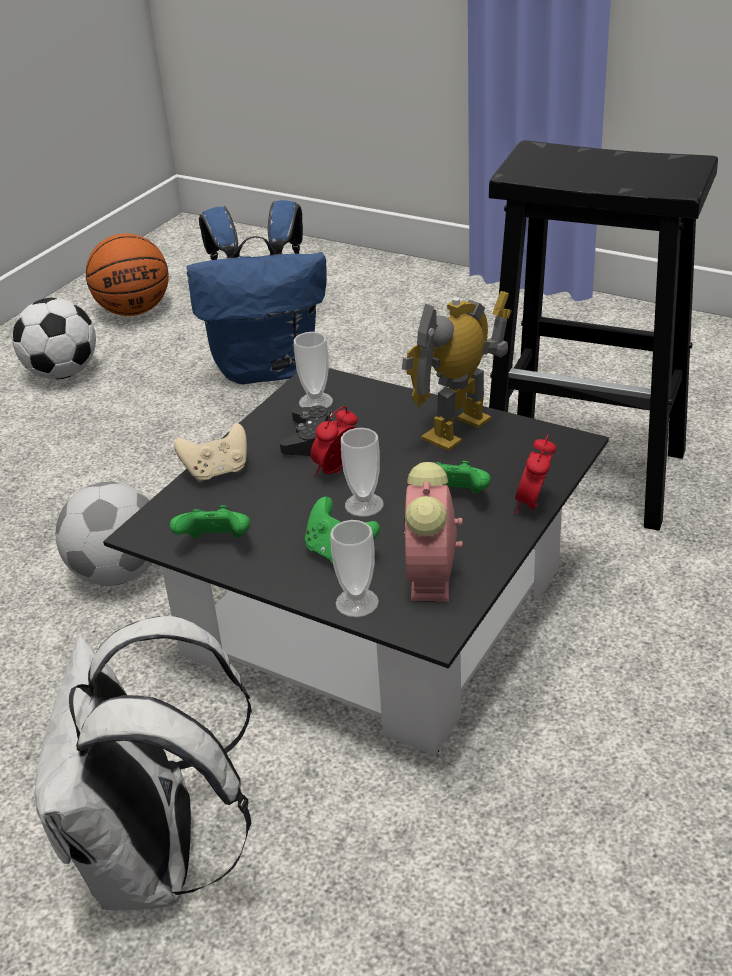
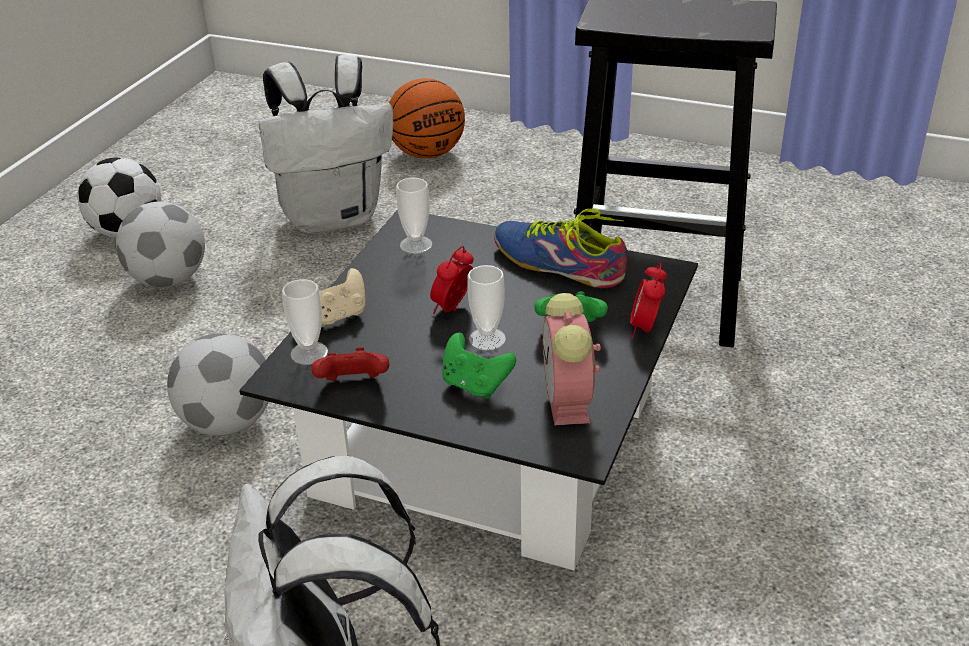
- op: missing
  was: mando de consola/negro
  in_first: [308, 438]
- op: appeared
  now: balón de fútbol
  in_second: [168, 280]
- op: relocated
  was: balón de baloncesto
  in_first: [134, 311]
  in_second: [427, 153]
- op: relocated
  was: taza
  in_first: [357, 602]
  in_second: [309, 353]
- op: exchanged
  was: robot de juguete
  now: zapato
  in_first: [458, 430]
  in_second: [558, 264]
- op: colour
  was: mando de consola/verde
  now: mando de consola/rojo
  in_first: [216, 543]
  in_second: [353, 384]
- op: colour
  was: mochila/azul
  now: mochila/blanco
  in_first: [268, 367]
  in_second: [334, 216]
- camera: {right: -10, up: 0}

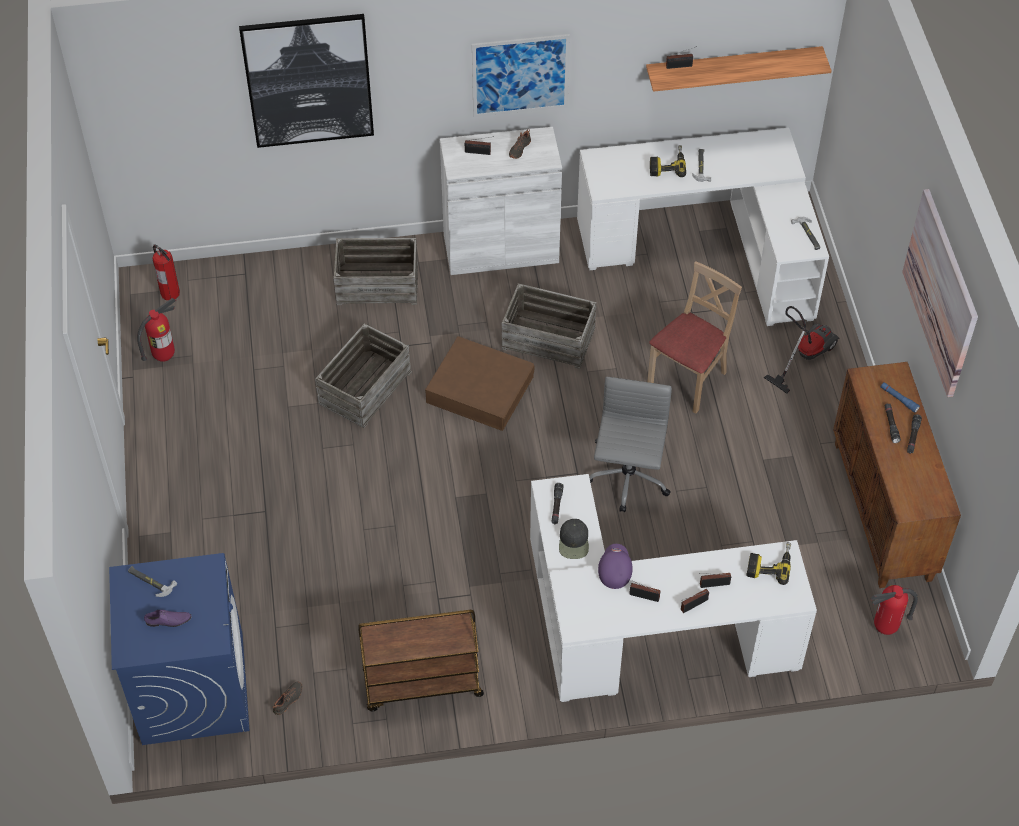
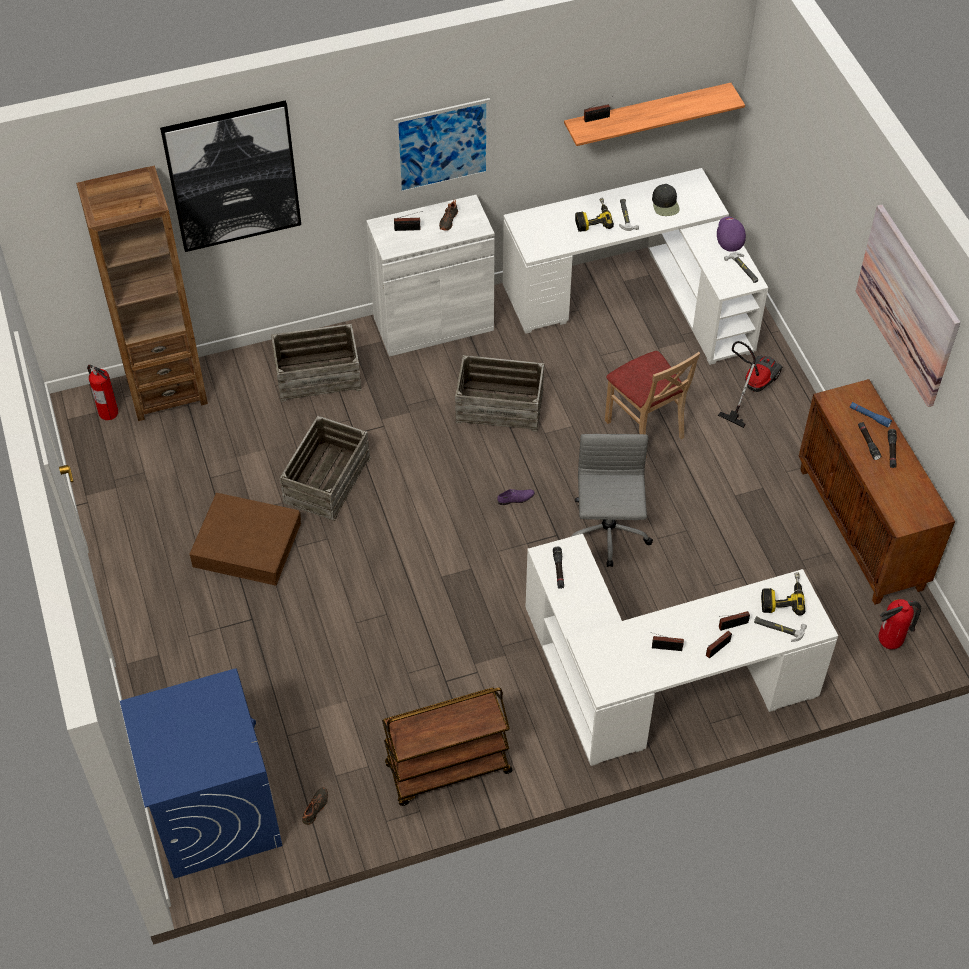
- op: missing
  was: extintor
  in_first: [164, 356]
- op: appeared
  now: estantería/marrón
  in_second: [166, 390]
- op: relocated
  was: martillo
  in_first: [150, 581]
  in_second: [778, 628]
- op: relocated
  was: zapato/morado
  in_first: [168, 621]
  in_second: [516, 499]
- op: relocated
  was: caja de almacenaje/marrón
  in_first: [480, 389]
  in_second: [247, 544]
- op: relocated
  was: gorra/negro
  in_first: [574, 542]
  in_second: [665, 204]
- op: relocated
  was: gorra/morado
  in_first: [614, 570]
  in_second: [729, 238]
- op: spun
  was: silla/beis
  in_first: [688, 380]
  in_second: [645, 427]
  clockwise: 120
- camera: {right: -10, up: 0}

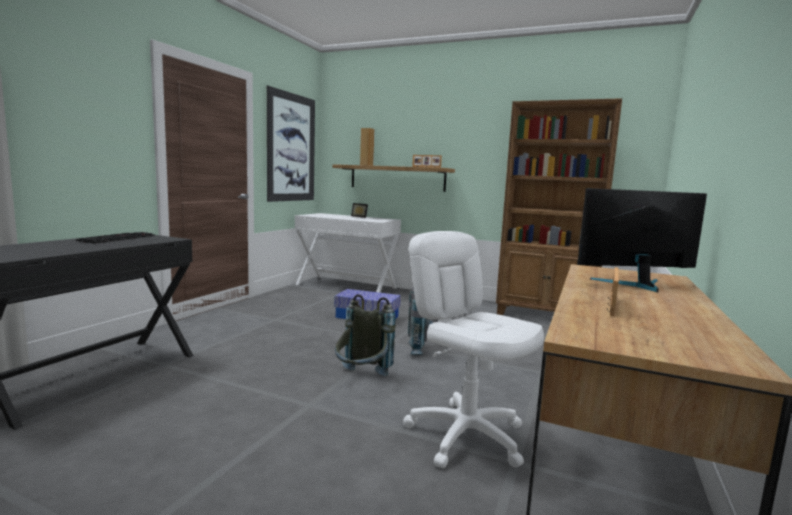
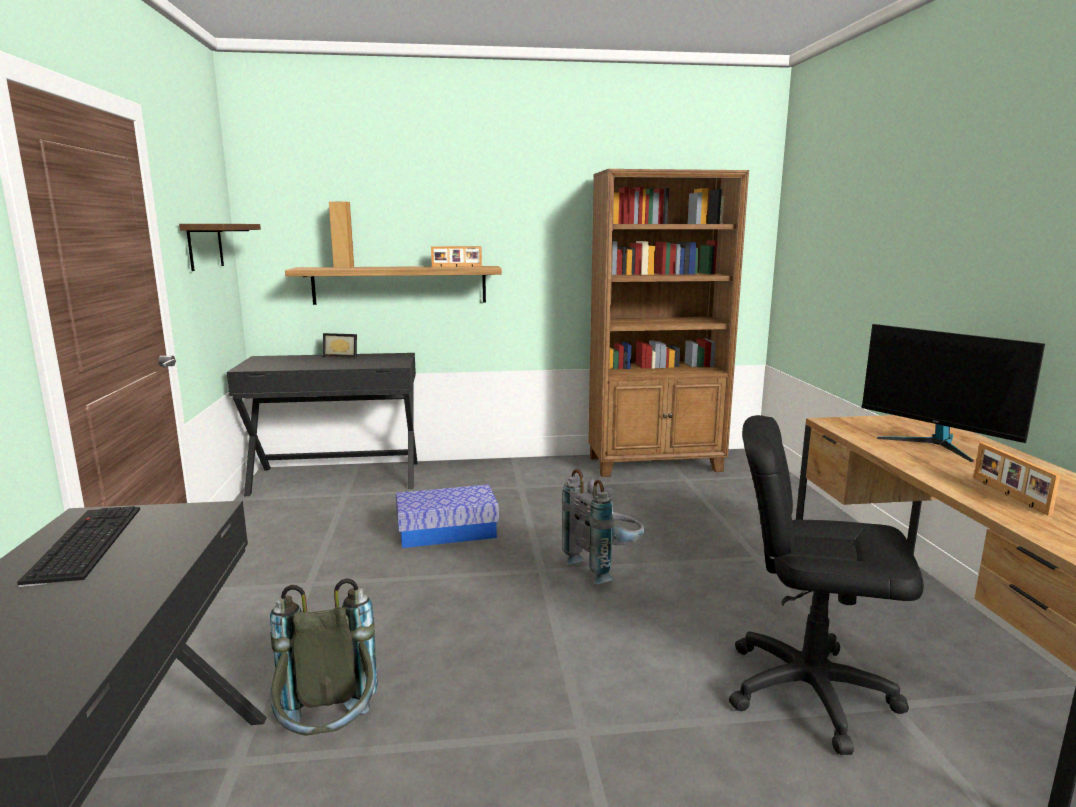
- op: relocated
  was: mochila/gris
  in_first: [362, 379]
  in_second: [329, 737]
- op: exchanged
  was: cuadro
  now: estante
  in_first: [291, 148]
  in_second: [205, 246]
- op: colour
  was: escritorio/blanco
  now: escritorio/negro
  in_first: [346, 286]
  in_second: [337, 477]
- op: colour
  was: silla de oficina/blanco
  now: silla de oficina/negro
  in_first: [466, 435]
  in_second: [808, 691]
- op: spun
  was: monitor
  in_first: [636, 284]
  in_second: [936, 444]
  clockwise: -90
- camera: {right: -30, up: 5}

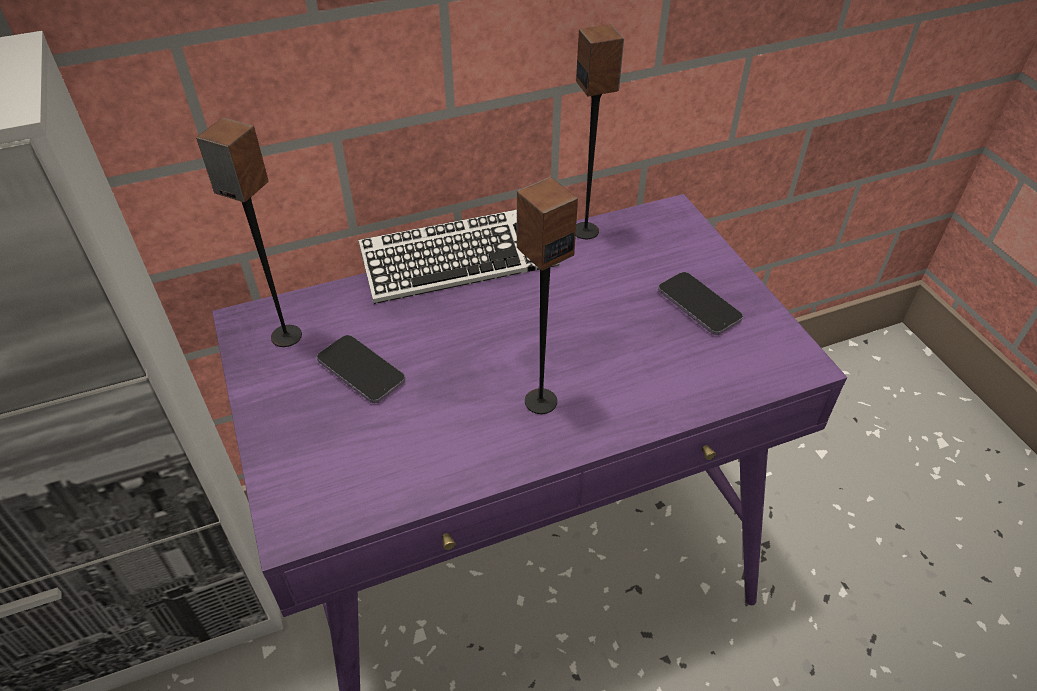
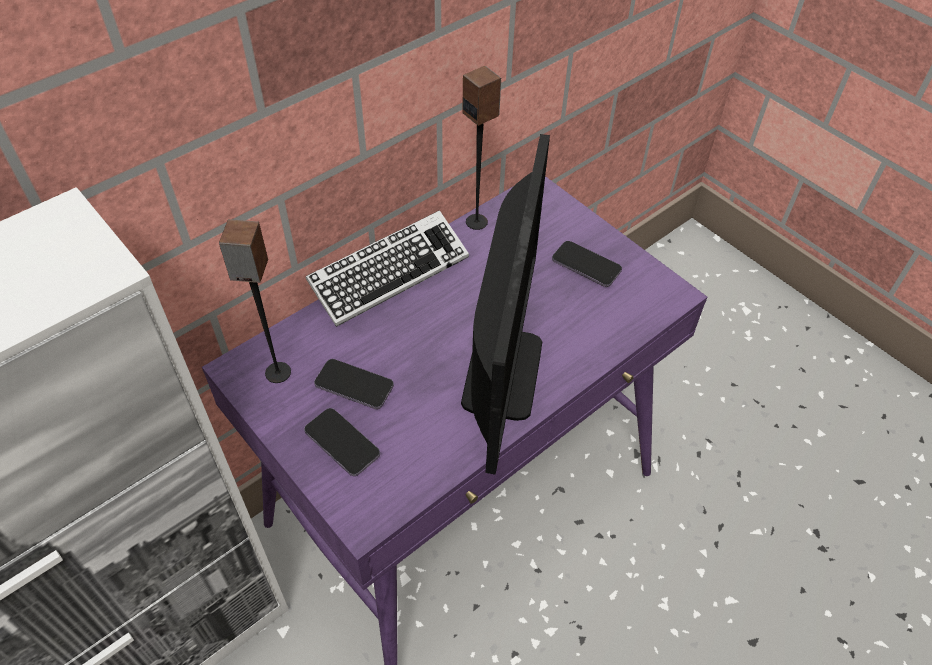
- op: appeared
  now: móvil
  in_second: [342, 443]
- op: exchanged
  was: altavoz
  now: monitor
  in_first: [540, 401]
  in_second: [502, 372]
- camera: {right: -20, up: 5}

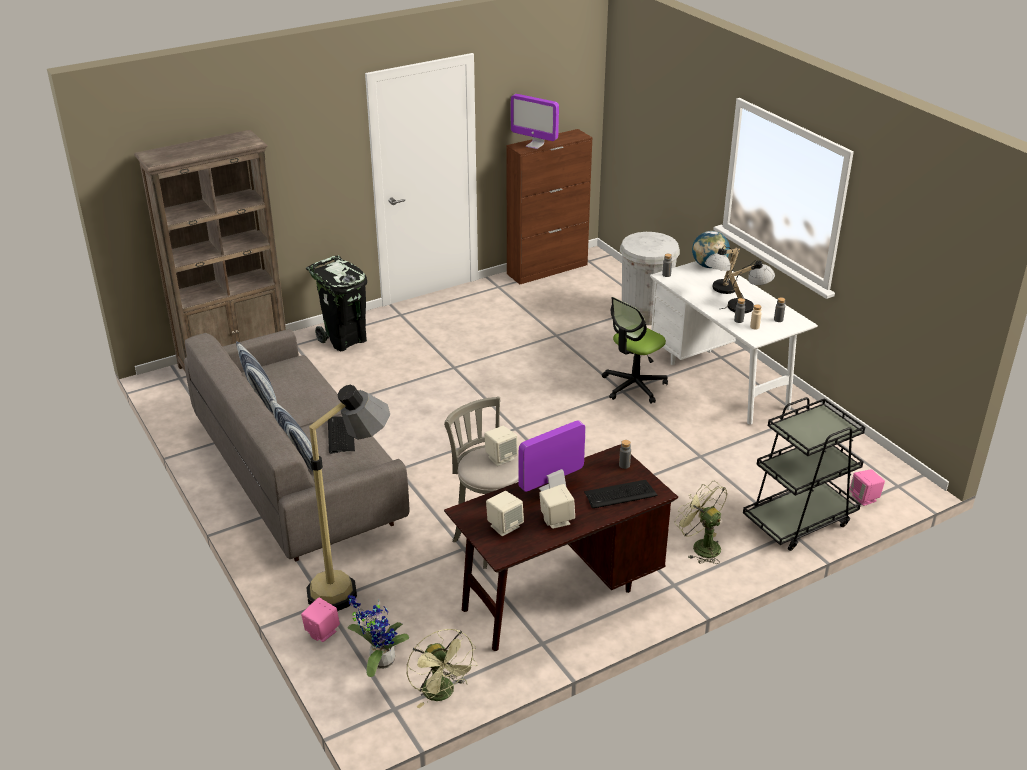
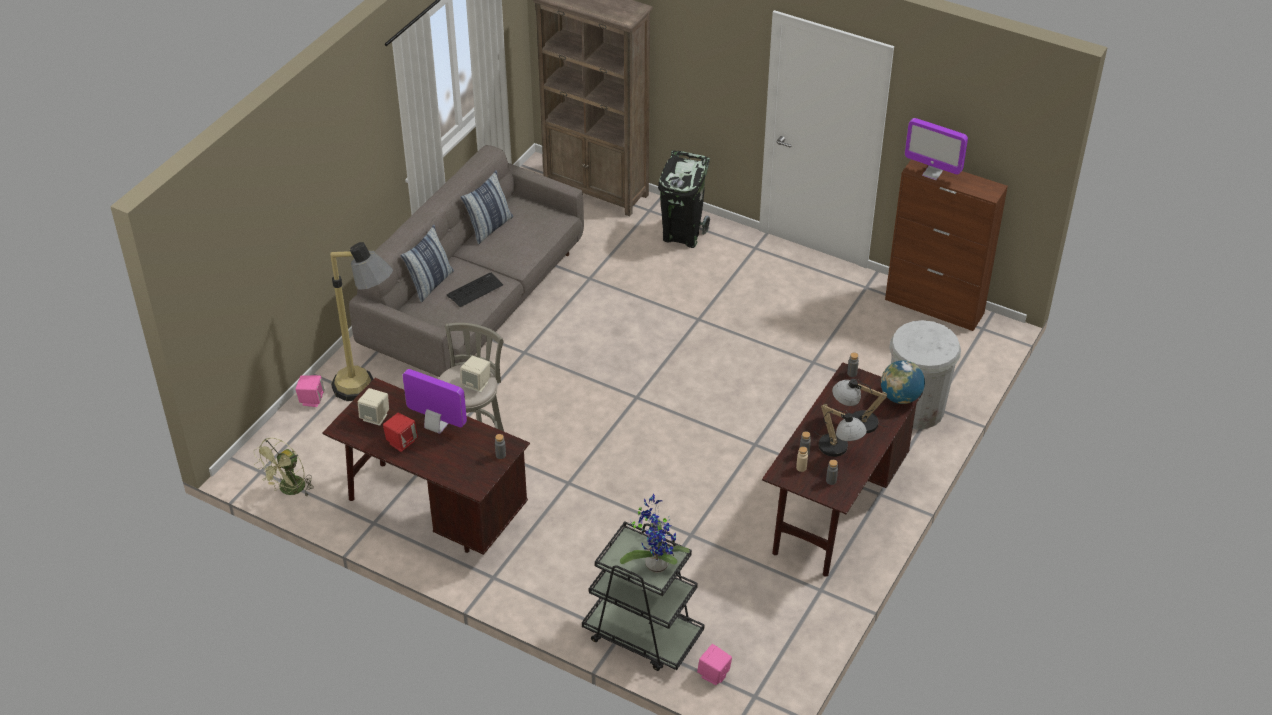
- op: missing
  was: teclado
  in_first: [620, 495]
- op: missing
  was: silla de oficina
  in_first: [633, 386]
- op: missing
  was: ventilador/verde
  in_first: [700, 546]
- op: relocated
  was: planta en maceta
  in_first: [379, 660]
  in_second: [655, 562]
- op: colour
  was: altavoz/beis
  now: altavoz/rojo
  in_first: [556, 520]
  in_second: [401, 442]
- op: colour
  was: escritorio/blanco
  now: escritorio/marrón
  in_first: [721, 380]
  in_second: [836, 509]
- op: spun
  was: monitor
  in_first: [534, 145]
  in_second: [932, 173]
  clockwise: -60
- camera: {right: 60, up: 10}

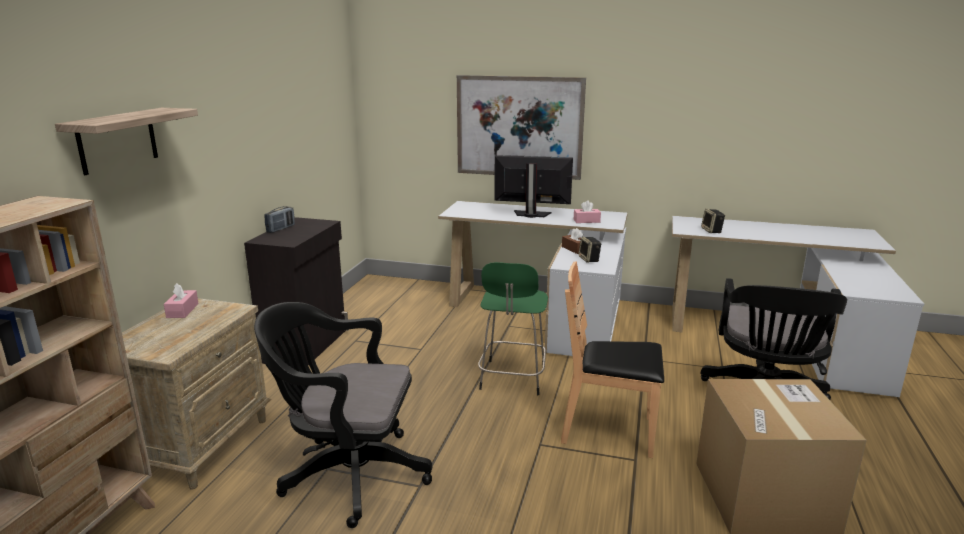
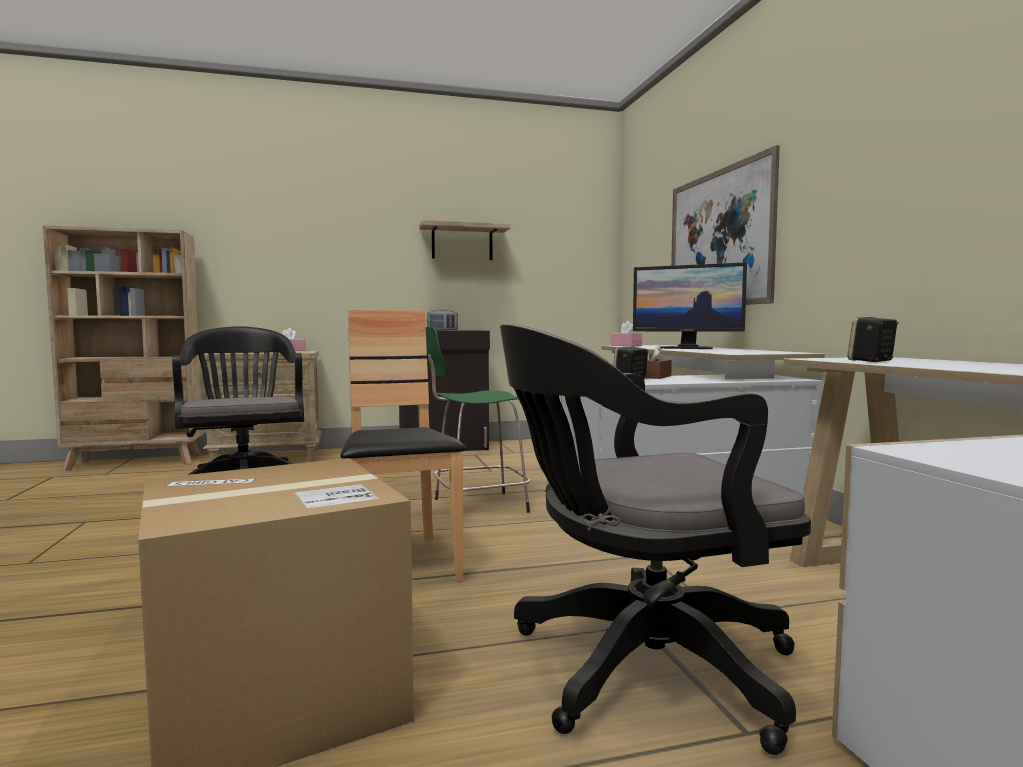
- op: relocated
  was: estante
  in_first: [117, 140]
  in_second: [462, 243]
- op: relocated
  was: caja de pañuelos/rosa
  in_first: [586, 221]
  in_second: [626, 345]
- op: spun
  was: monitor
  in_first: [531, 214]
  in_second: [687, 348]
  clockwise: 135
- camera: {right: 60, up: -15}

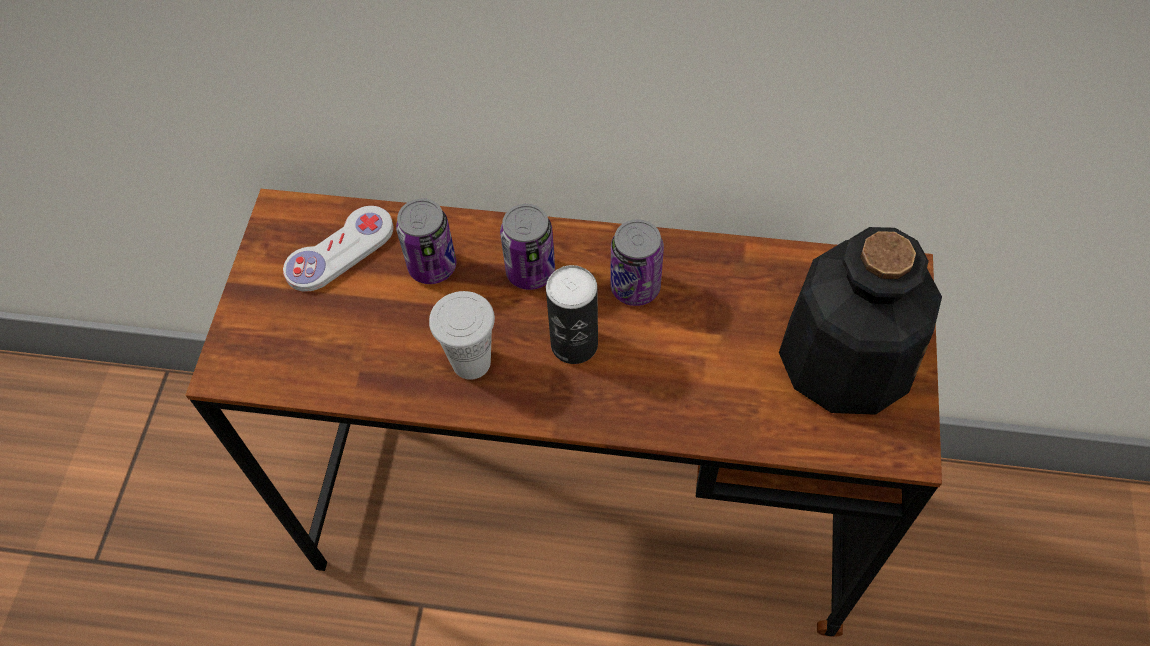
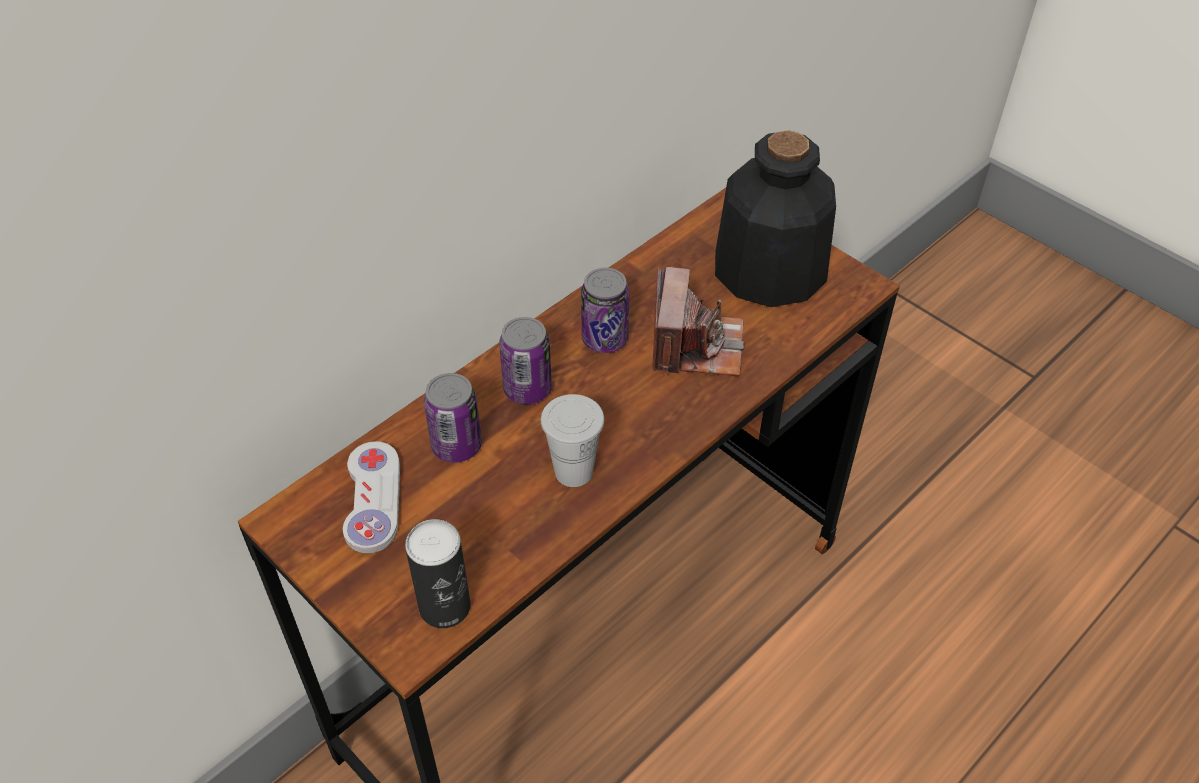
- op: appeared
  now: cámara
  in_second: [695, 346]
- op: relocated
  was: lata
  in_first: [574, 344]
  in_second: [445, 606]
- camera: {right: -55, up: -10}

